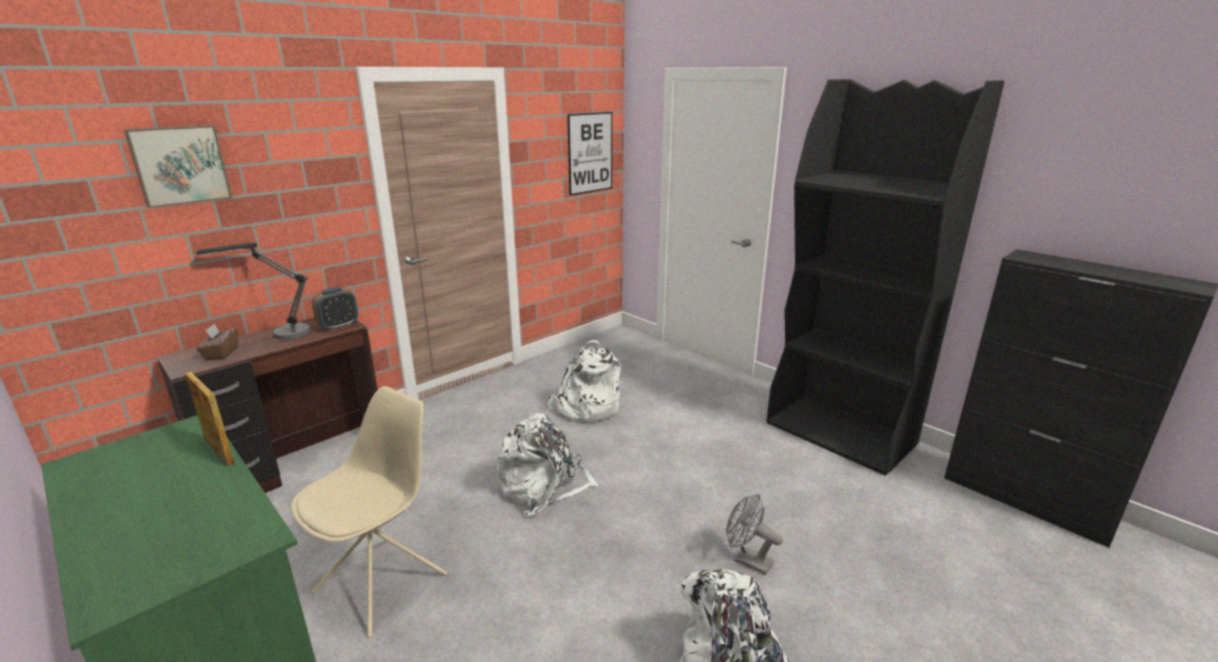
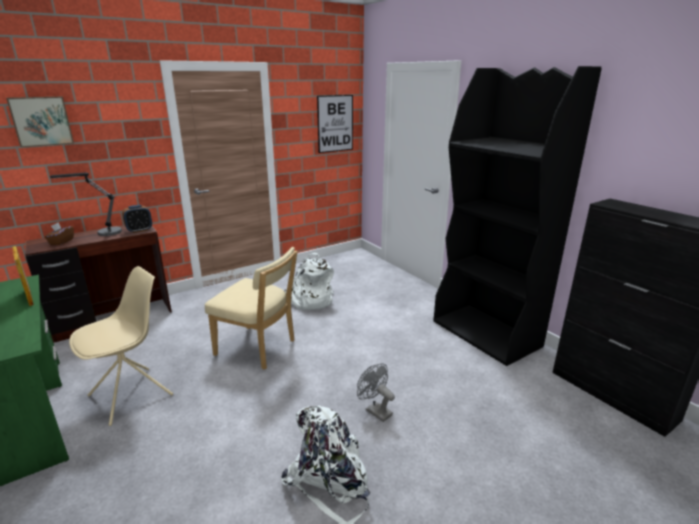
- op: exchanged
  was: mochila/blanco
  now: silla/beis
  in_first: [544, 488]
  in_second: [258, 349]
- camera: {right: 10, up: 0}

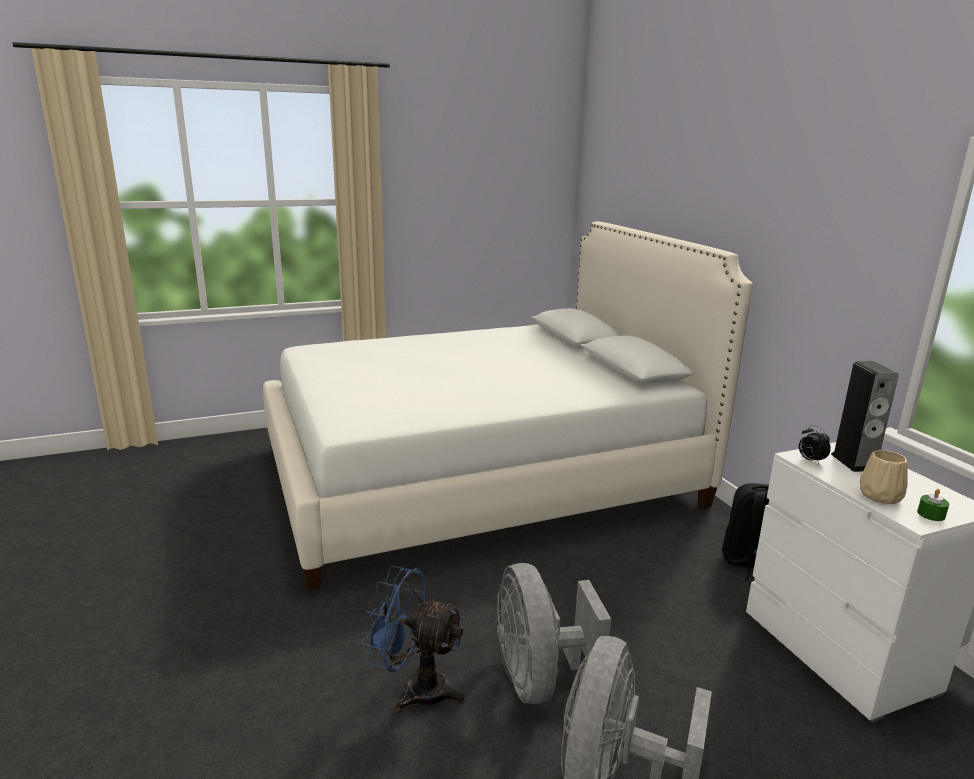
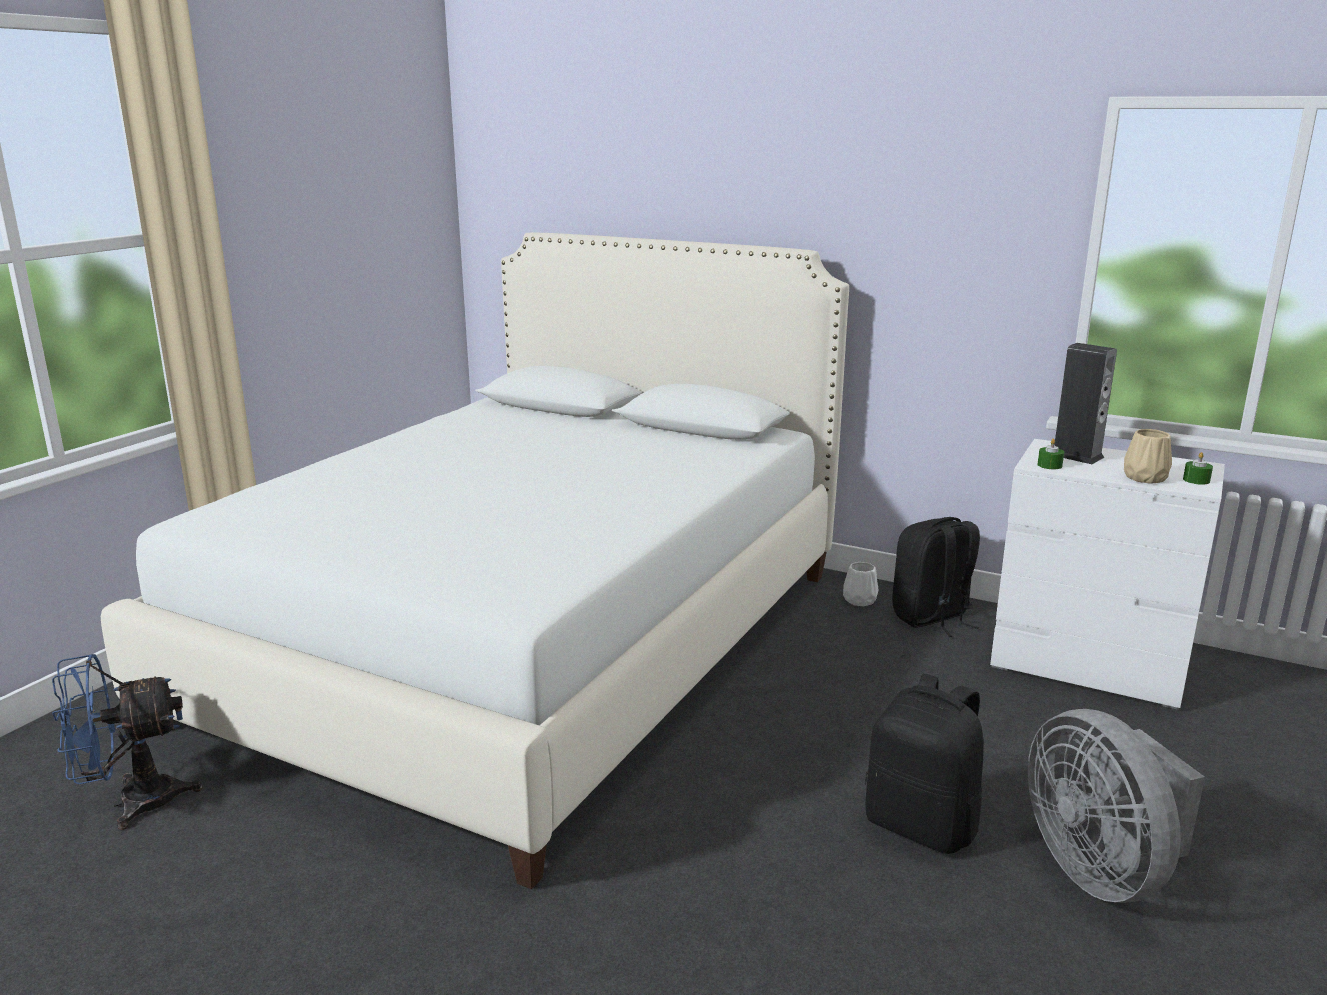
- op: appeared
  now: florero/blanco
  in_second: [859, 601]
- op: relocated
  was: ventilador/azul
  in_first: [416, 688]
  in_second: [132, 803]
- op: exchanged
  was: ventilador/gris
  now: mochila/negro
  in_first: [539, 678]
  in_second: [922, 825]
- op: exchanged
  was: despertador
  now: vela/verde
  in_first: [810, 460]
  in_second: [1049, 465]
- camera: {right: -40, up: 0}

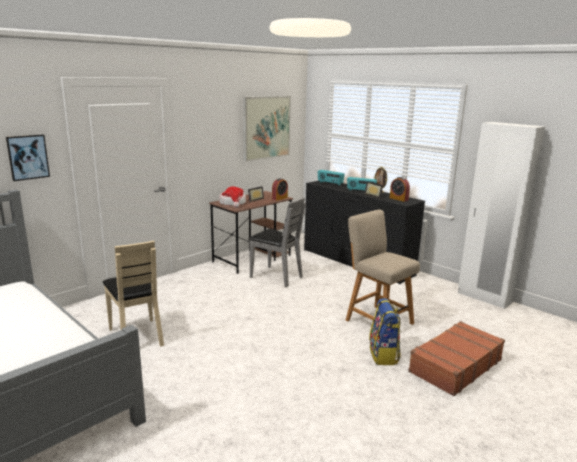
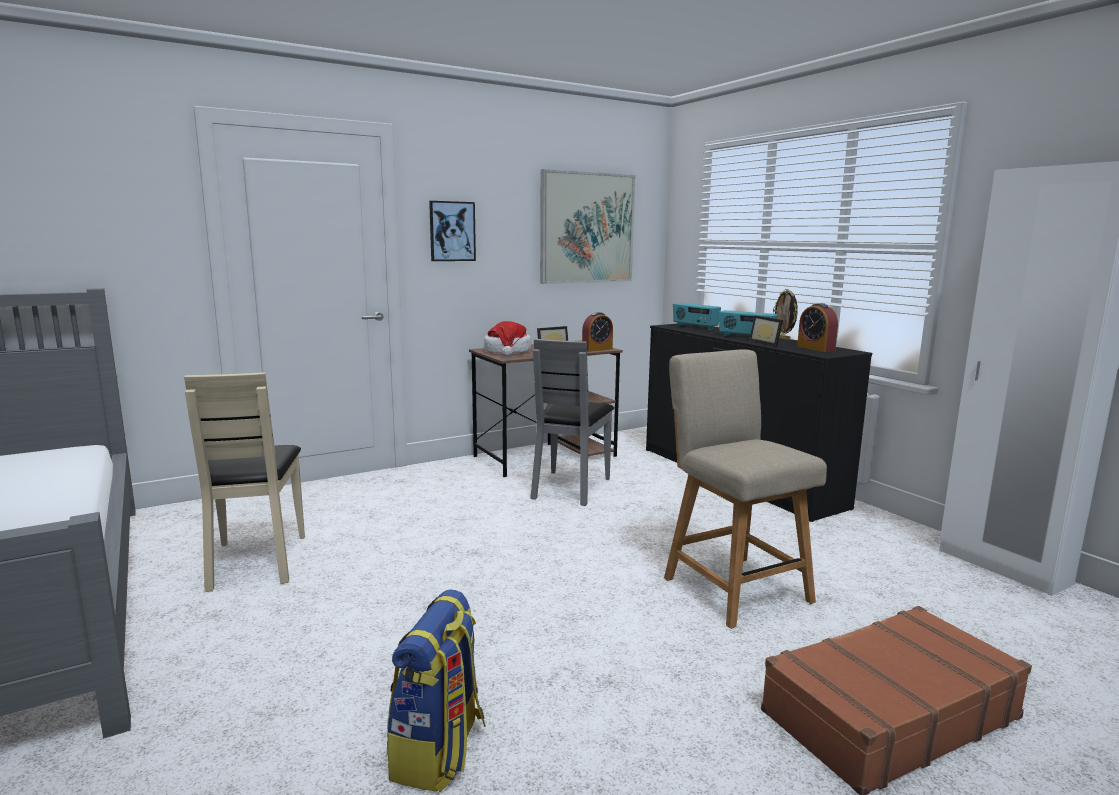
- op: relocated
  was: cuadro
  in_first: [28, 157]
  in_second: [452, 231]
- op: relocated
  was: mochila
  in_first: [384, 355]
  in_second: [439, 751]
- op: spun
  was: silla/gris
  in_first: [276, 276]
  in_second: [570, 487]
  clockwise: 60
- camera: {right: 15, up: -5}

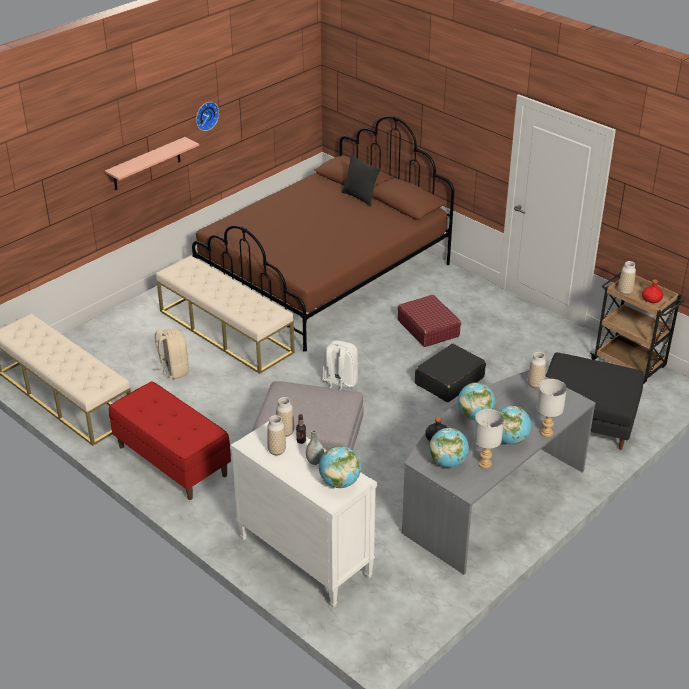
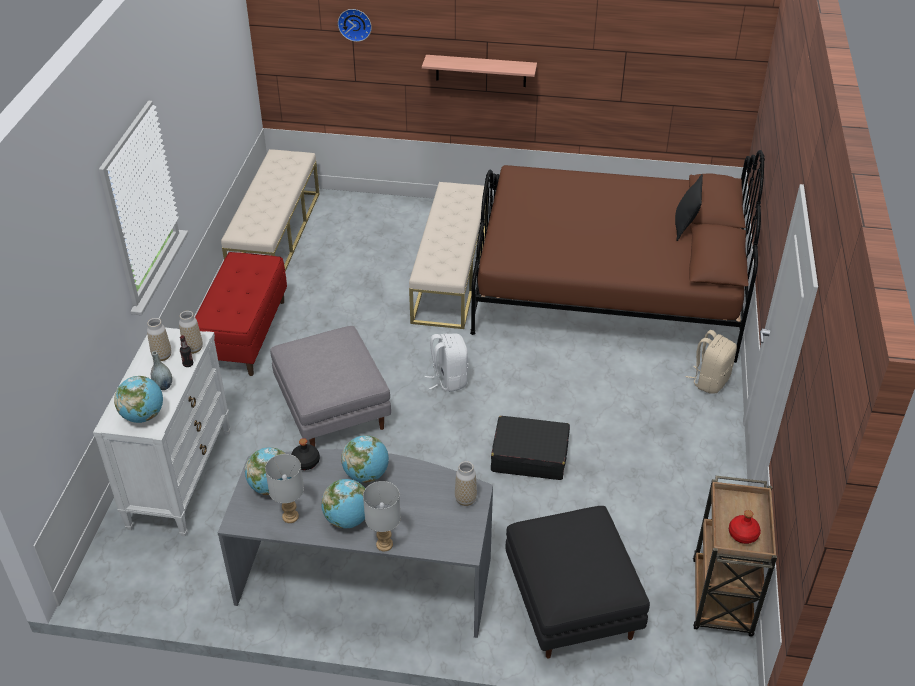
- op: missing
  was: maleta/rojo
  in_first: [428, 328]
- op: missing
  was: florero
  in_first: [625, 292]
- op: relocated
  was: mochila/beis
  in_first: [173, 370]
  in_second: [710, 381]
- op: relocated
  was: reloj de pared
  in_first: [205, 115]
  in_second: [355, 24]
- camera: {right: 55, up: 5}

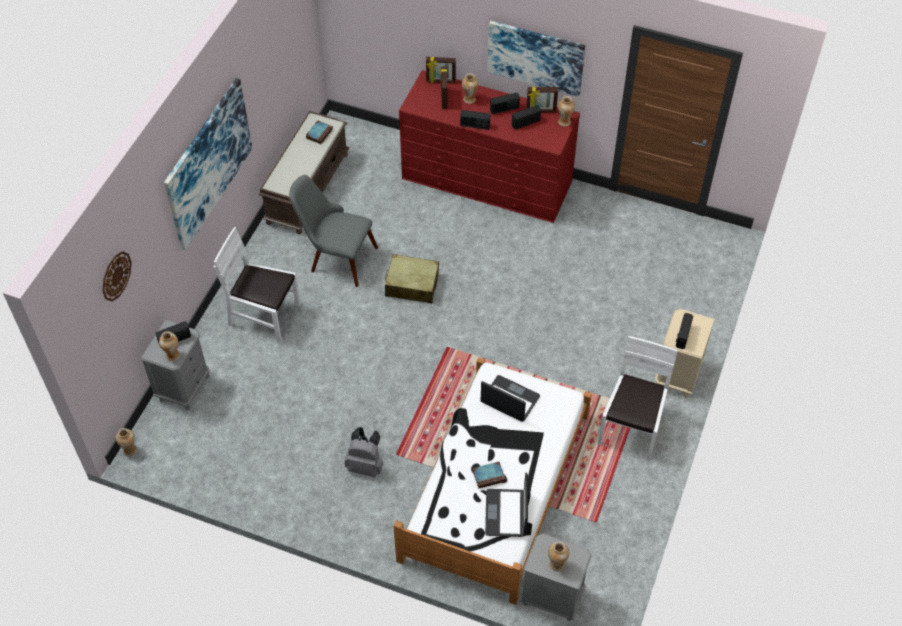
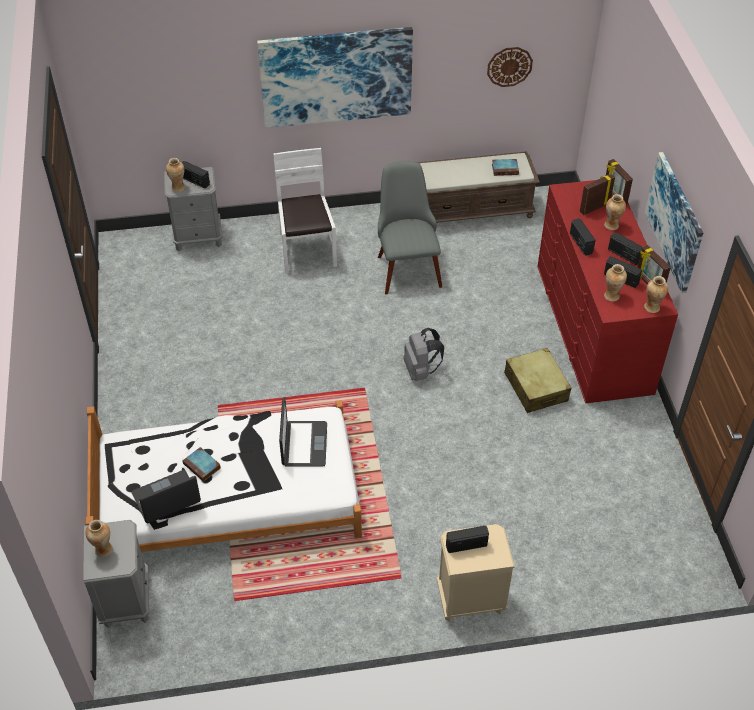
- op: missing
  was: silla/blanco
  in_first: [631, 428]
- op: relocated
  was: reloj de pared
  in_first: [116, 276]
  in_second: [509, 66]
- op: relocated
  was: florero
  in_first: [130, 450]
  in_second: [611, 296]
- op: relocated
  was: mochila/gris
  in_first: [366, 465]
  in_second: [421, 370]
- op: relocated
  was: maleta/beis
  in_first: [412, 285]
  in_second: [536, 387]
- camera: {right: 60, up: -5}

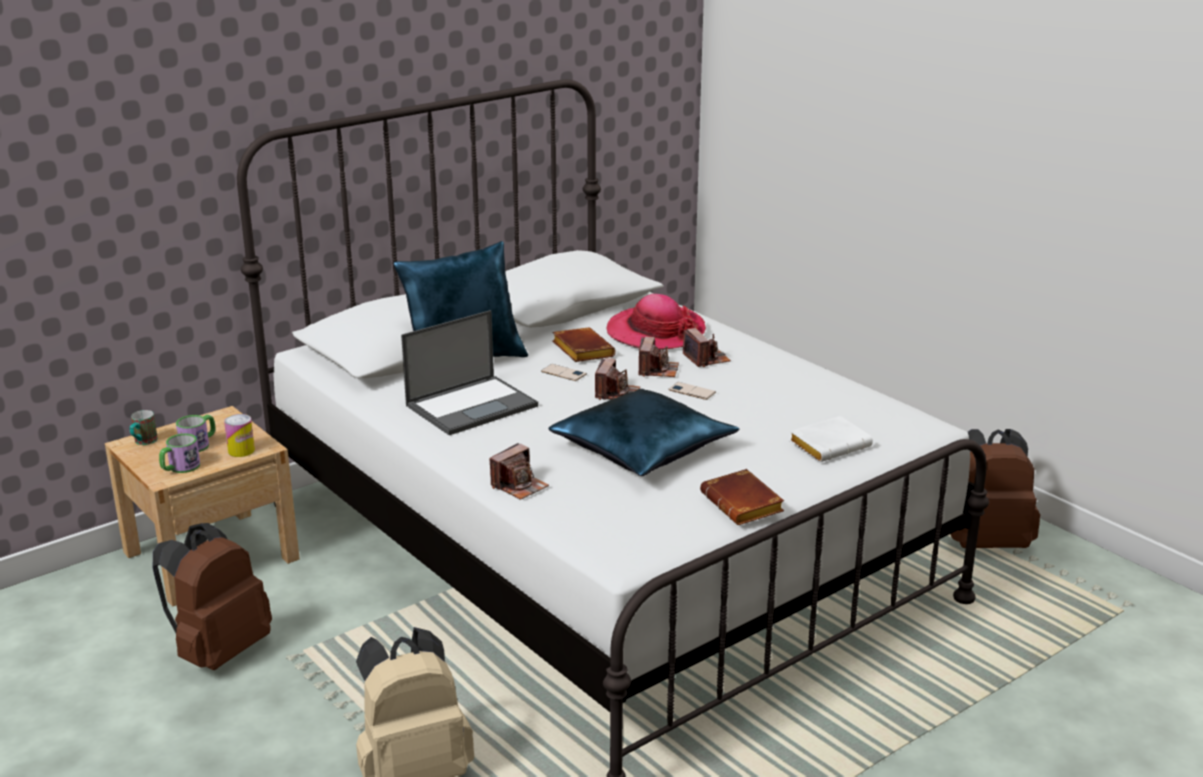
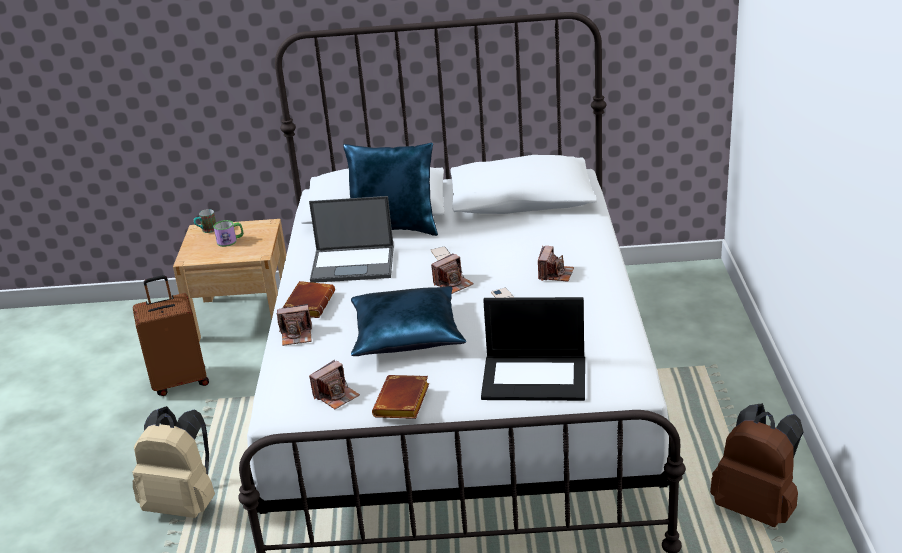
- op: missing
  was: taza grande
  in_first: [180, 468]
- op: missing
  was: lata
  in_first: [241, 450]
- op: missing
  was: sombrero
  in_first: [655, 332]
- op: relocated
  was: libro/marrón
  in_first: [580, 350]
  in_second: [308, 303]
- op: relocated
  was: cámara
  in_first: [657, 370]
  in_second: [336, 396]
- op: exchanged
  was: mochila/marrón
  now: maleta/marrón
  in_first: [219, 651]
  in_second: [180, 381]
- op: exchanged
  was: libro/blanco
  now: portátil
  in_first: [830, 445]
  in_second: [535, 377]
- camera: {right: 40, up: 5}

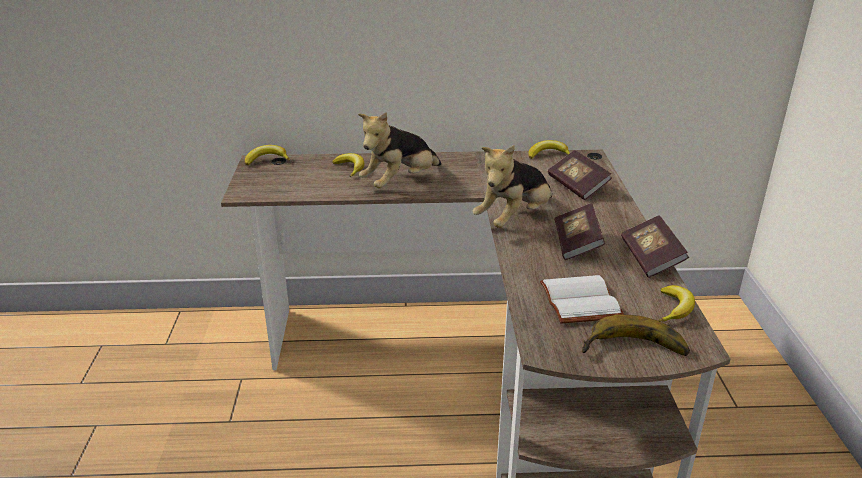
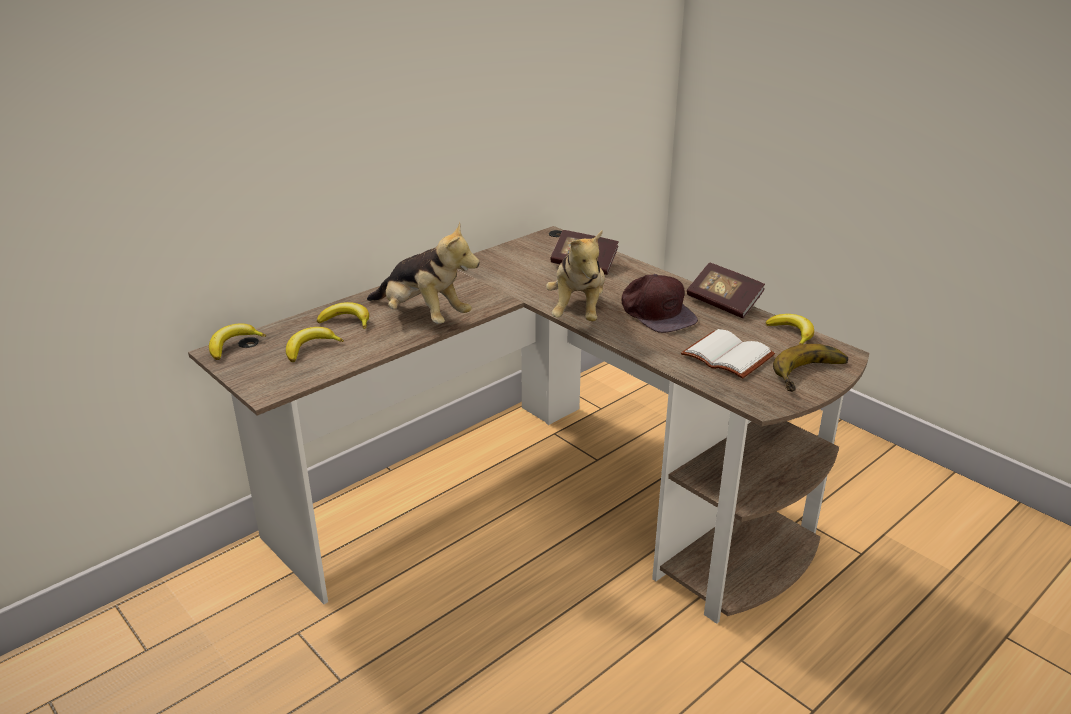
- op: relocated
  was: plátano
  in_first: [548, 154]
  in_second: [311, 348]
- op: exchanged
  was: libro
  now: gorra/marrón
  in_first: [577, 244]
  in_second: [657, 313]
- op: spun
  was: peluche
  in_first: [400, 182]
  in_second: [423, 317]
  clockwise: -60
- camera: {right: -40, up: 0}

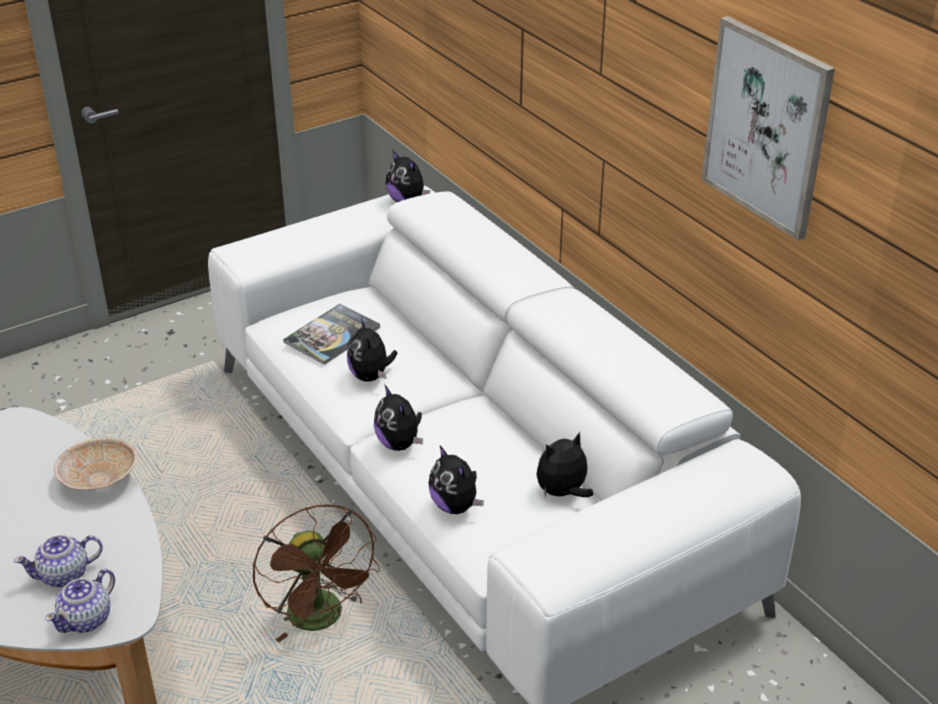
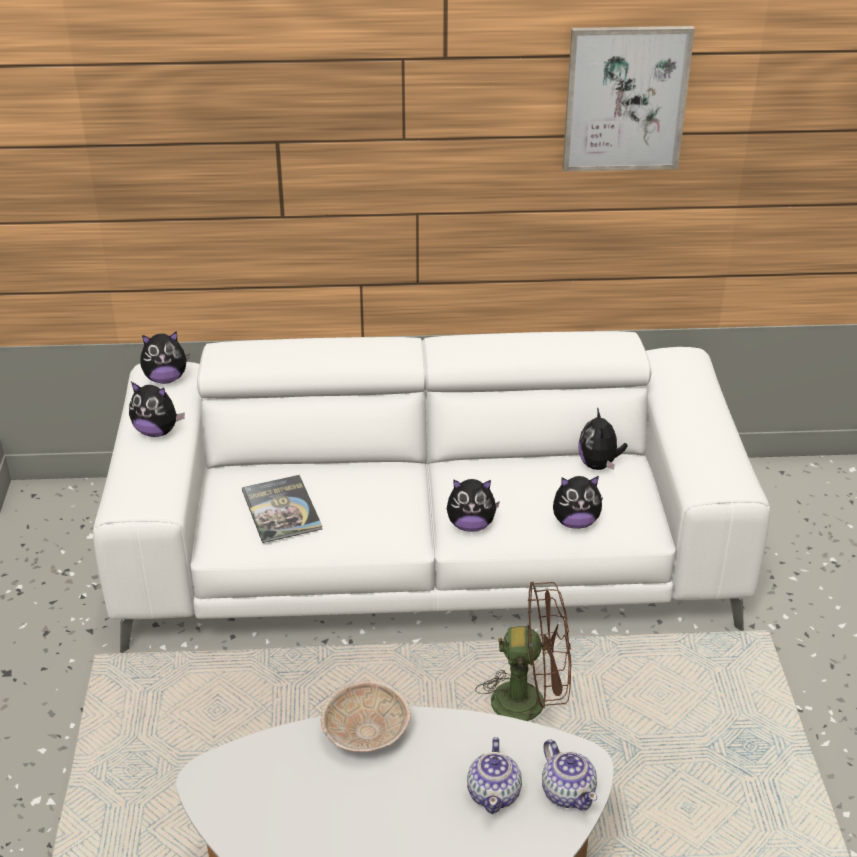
- op: relocated
  was: peluche
  in_first: [371, 376]
  in_second: [157, 432]
- camera: {right: -60, up: 0}

